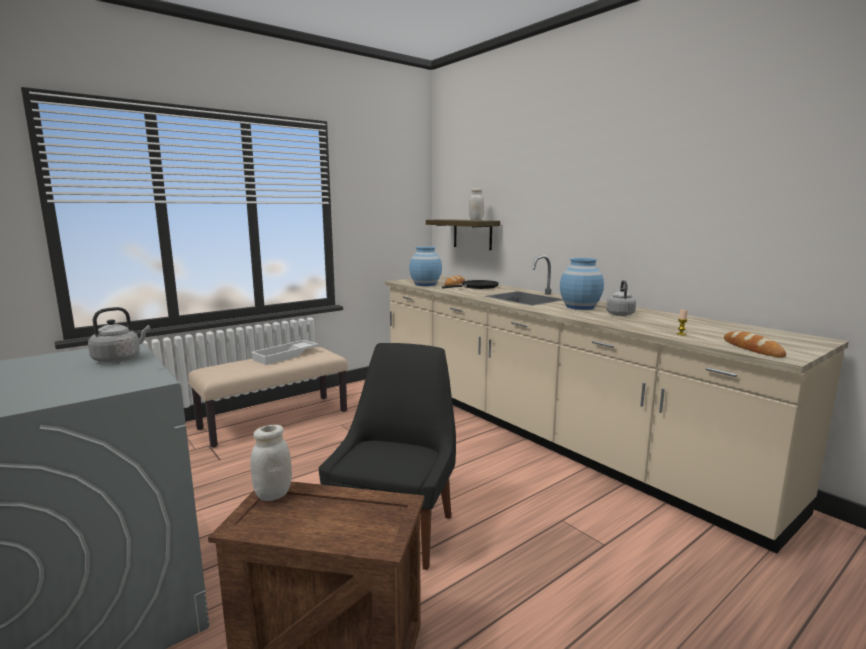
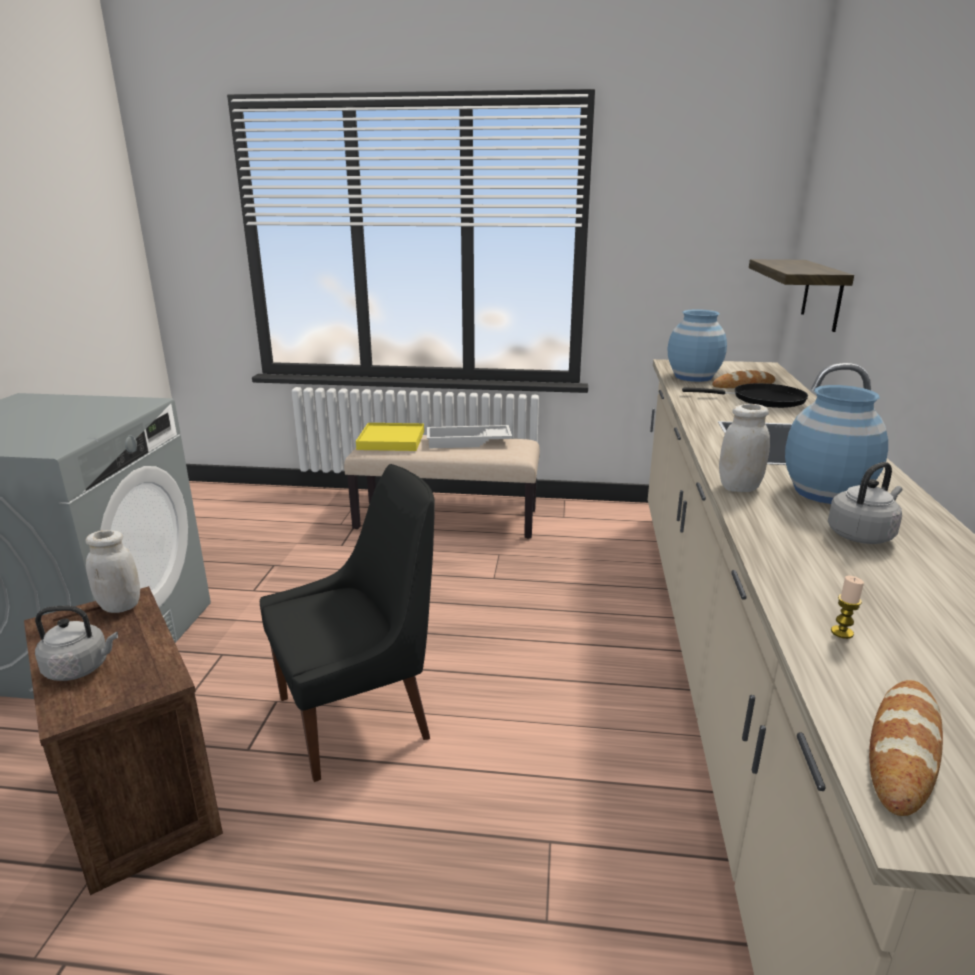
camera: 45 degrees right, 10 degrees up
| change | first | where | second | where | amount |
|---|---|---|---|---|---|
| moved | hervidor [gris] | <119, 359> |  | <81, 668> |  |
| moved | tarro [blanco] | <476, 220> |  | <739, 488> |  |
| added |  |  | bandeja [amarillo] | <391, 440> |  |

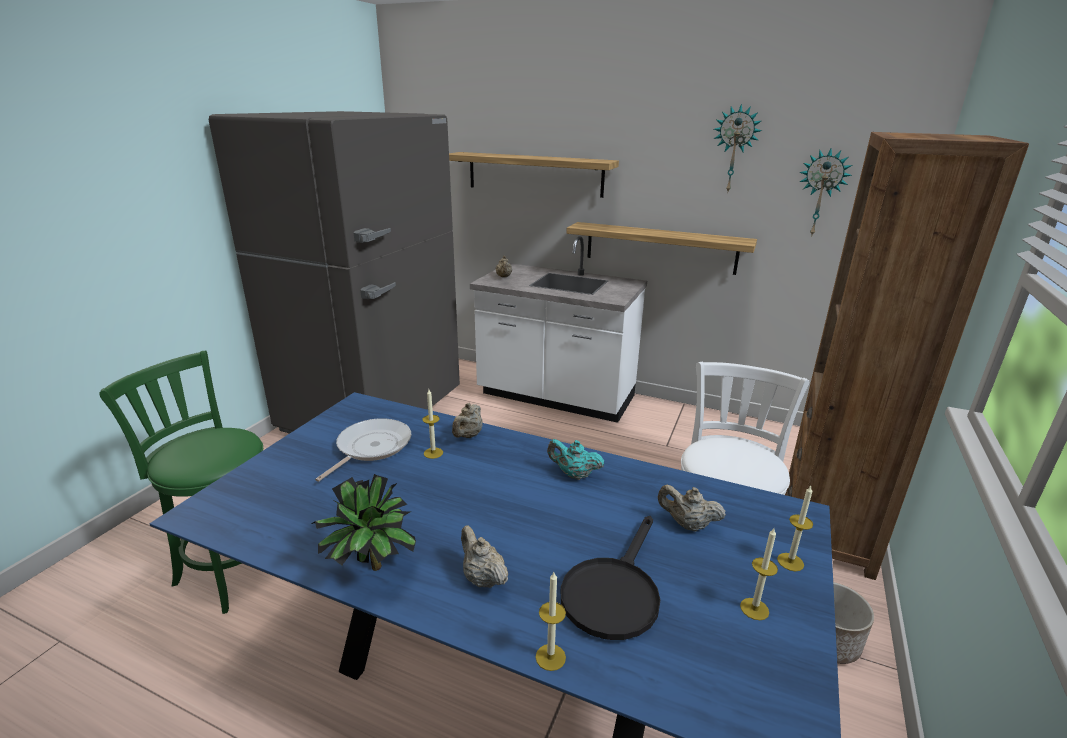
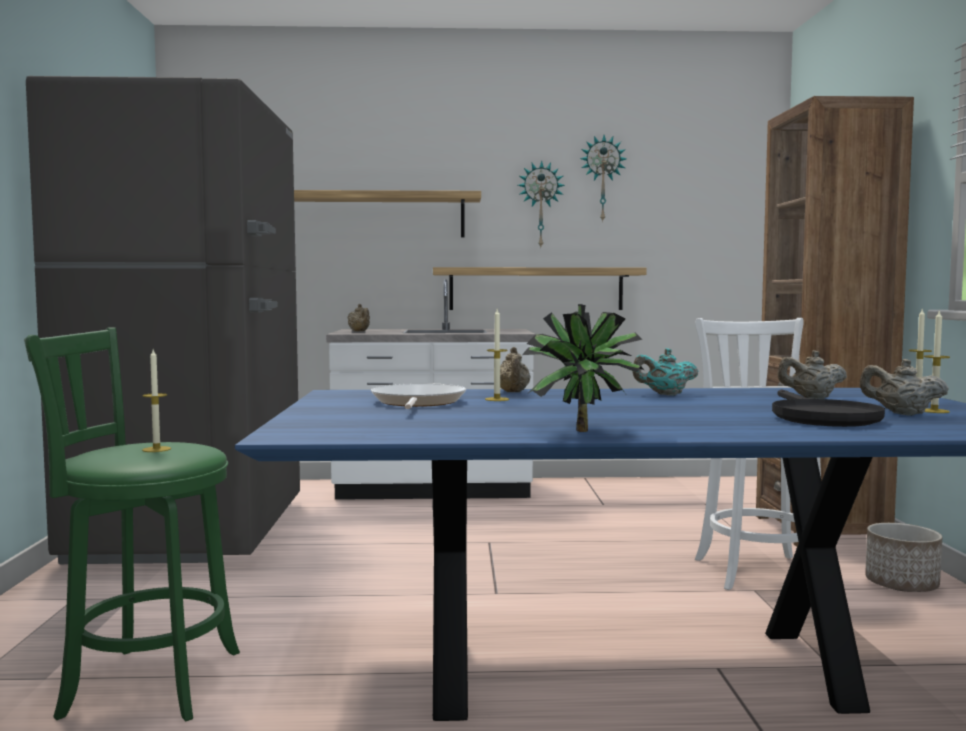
camera: 25 degrees left, 20 degrees down
| change | first | where | second | where | amount |
|---|---|---|---|---|---|
| moved | tetera [beis] | <482, 578> |  | <901, 414> |  |
| moved | vela | <550, 657> |  | <156, 449> |  |
| moved | reloj de pared | <820, 193> |  | <540, 205> |  |

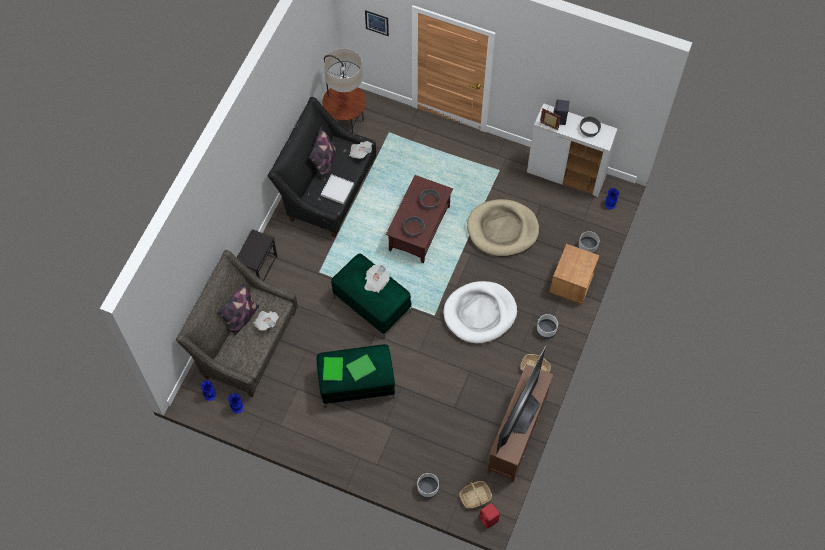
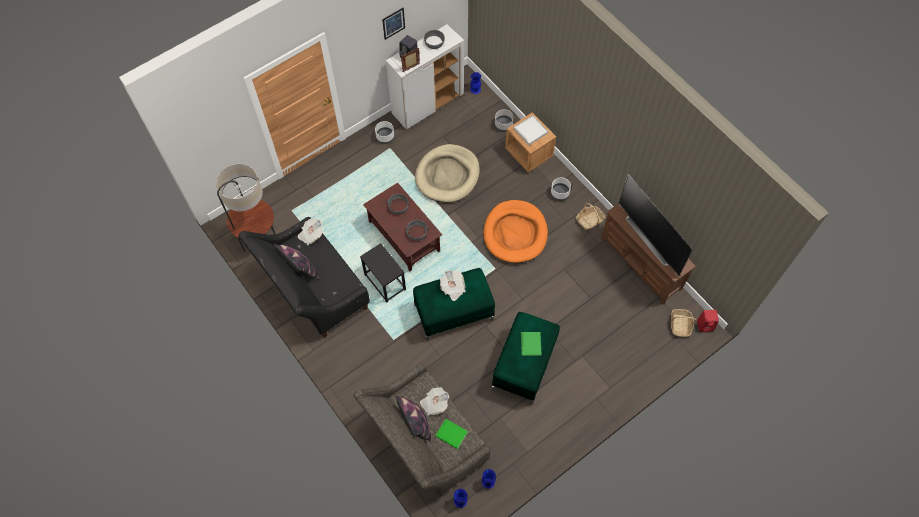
camera: 60 degrees left, 0 degrees up
| change | first | where | second | where | amount |
|---|---|---|---|---|---|
| moved | mesa auxiliar [negro] | <258, 267> |  | <384, 282> |  |
| moved | bandeja [blanco] | <337, 190> |  | <530, 131> |  |
| moved | libro [verde] | <332, 370> |  | <451, 435> |  |
| moved | cuadro | <377, 23> |  | <393, 23> |  |
| moved | maceta [blanco] | <427, 488> |  | <385, 137> |  |
| recoloured | cama para perro [blanco] | <480, 313> | cama para perro [naranja] | <515, 233> |  |

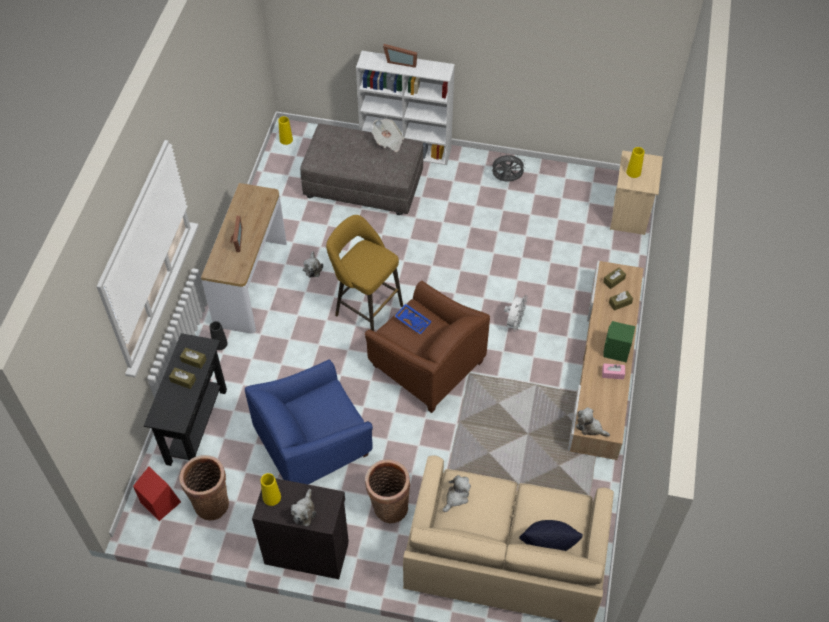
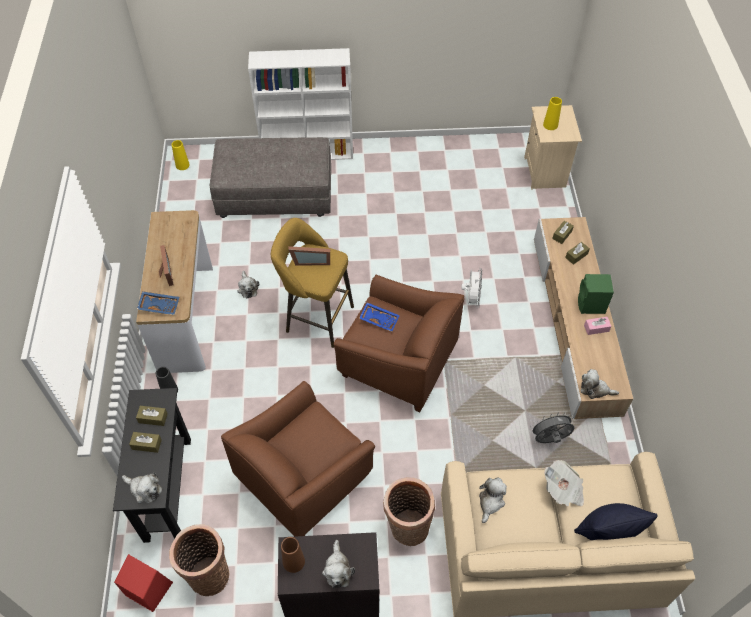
camera: 15 degrees left, 0 degrees up
| change | first | where | second | where | amount |
|---|---|---|---|---|---|
| recoloured | sillón [azul] | <313, 444> | sillón [marrón] | <304, 478> |  |
| recoloured | florero [amarillo] | <271, 497> | florero [marrón] | <293, 561> |  |
| moved | periódico | <388, 141> |  | <563, 490> |  |
| moved | portarretratos | <401, 61> |  | <311, 260> |  |
| moved | ventilador [gris] | <506, 180> |  | <549, 440> |  |
| added |  |  | peluche | <144, 489> |  |
| added |  |  | bandeja [azul] | <159, 305> |  |

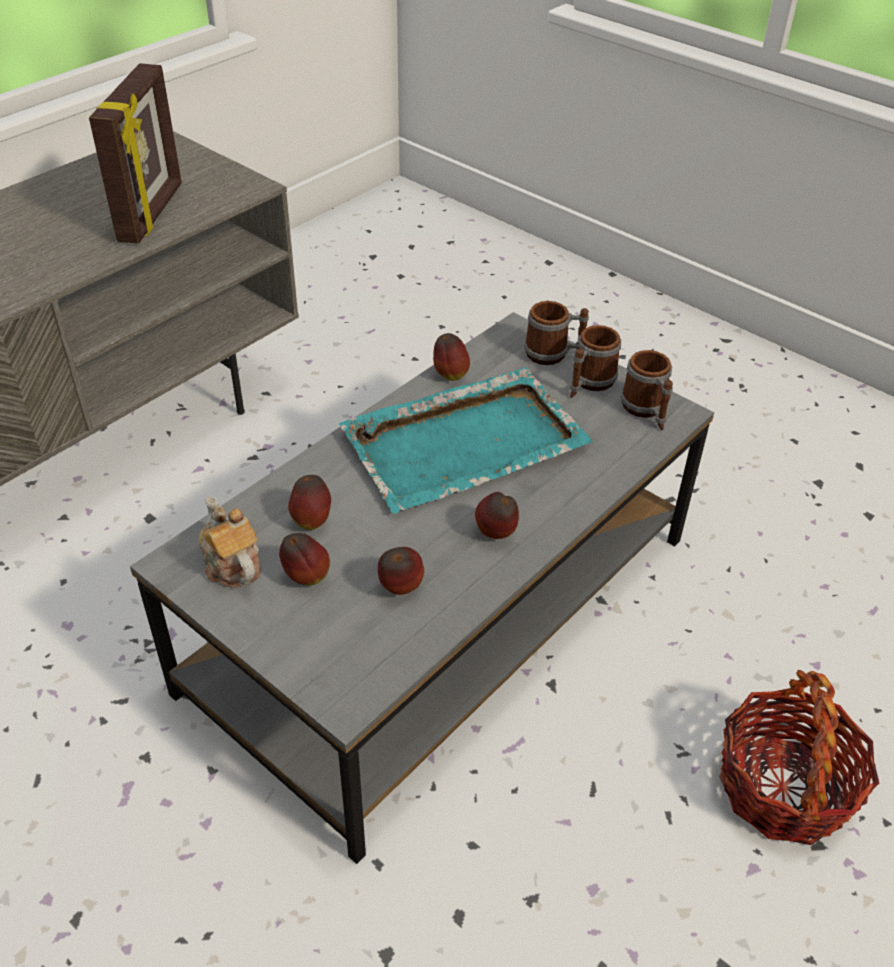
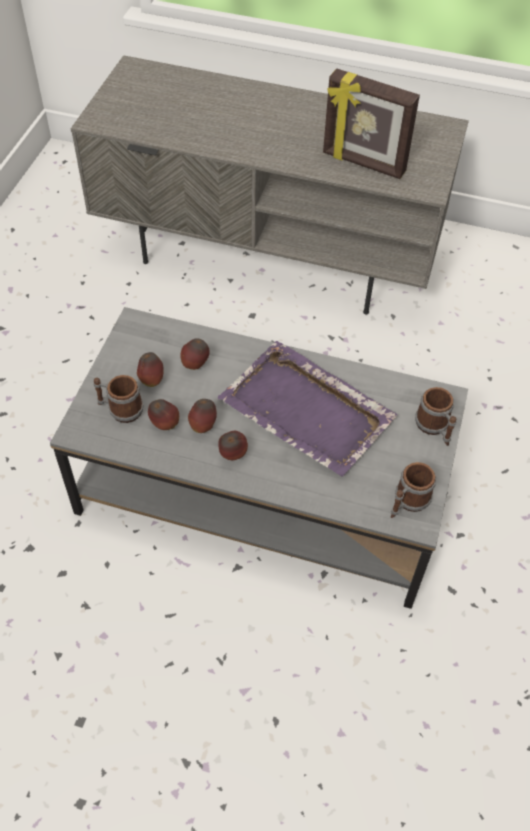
camera: 65 degrees right, 10 degrees up
| change | first | where | second | where | amount |
|---|---|---|---|---|---|
| turned | portarretratos | <153, 213> |  | <363, 163> | 45 degrees clockwise |
| removed | tetera | <231, 564> |  |  |  |
| recoloured | bandeja [turquesa] | <467, 442> | bandeja [morado] | <307, 411> |  |
| moved | manzana | <450, 375> |  | <203, 426> |  |
| moved | taza grande | <589, 383> |  | <120, 409> |  |
| removed | cesta | <783, 787> |  |  |  |

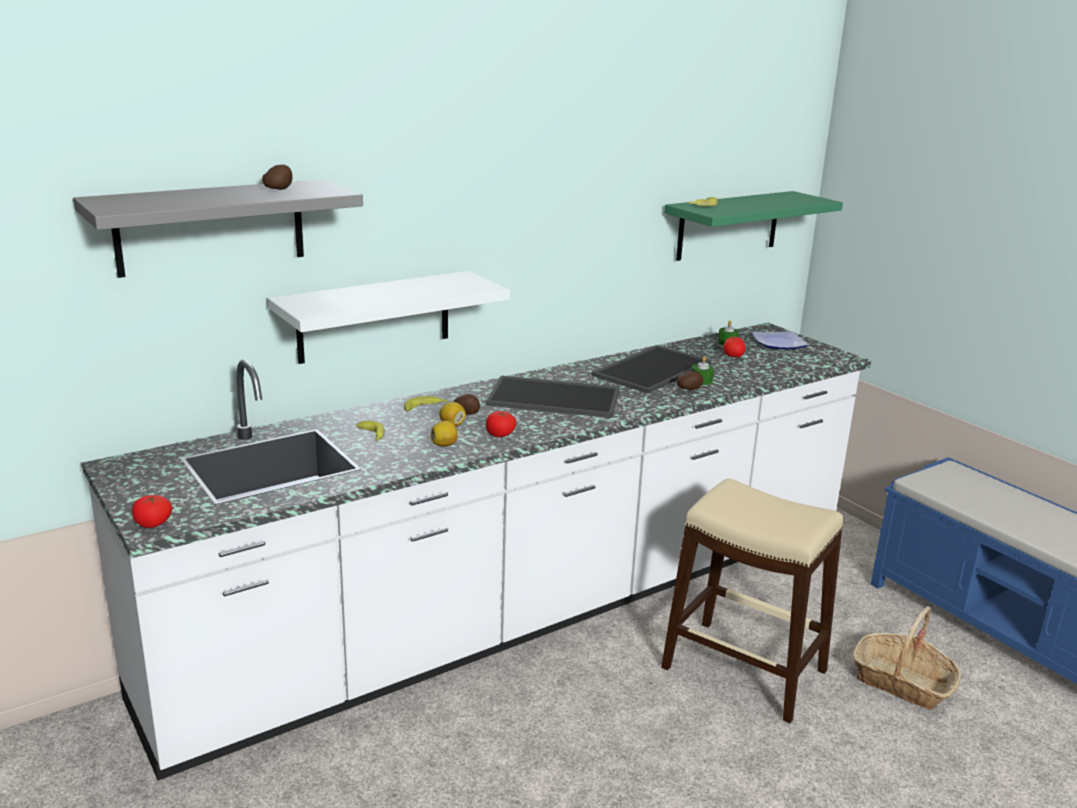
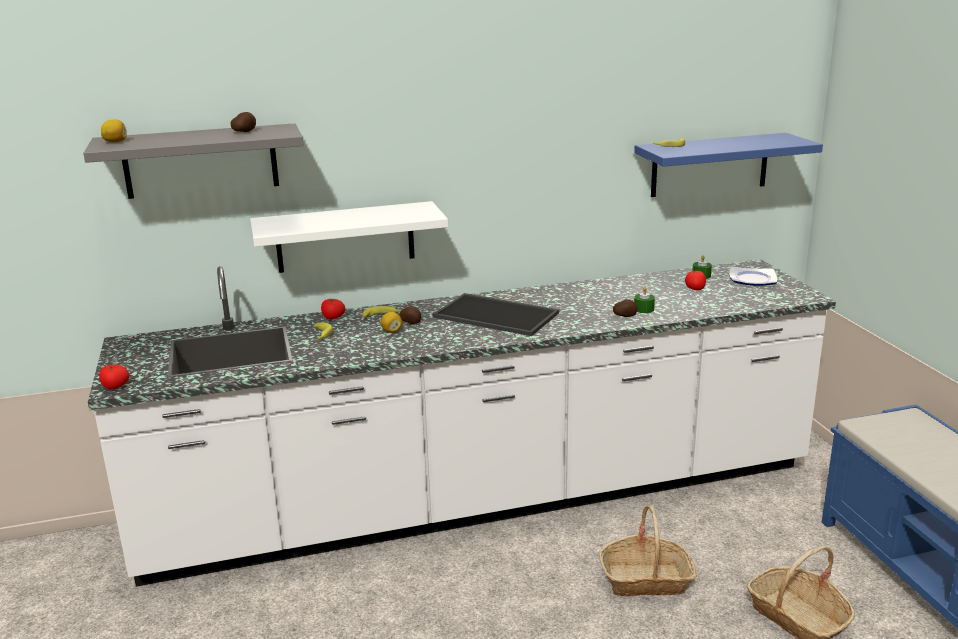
camera: 20 degrees right, 0 degrees up
| change | first | where | second | where | amount |
|---|---|---|---|---|---|
| moved | limón | <444, 445> |  | <115, 142> |  |
| moved | tomate | <500, 435> |  | <333, 318> |  |
| removed | bandeja | <651, 369> |  |  |  |
| replaced | taburete [beis] | <744, 669> | cesta | <646, 579> |  |
| recoloured | estante [verde] | <728, 225> | estante [azul] | <709, 165> |  |

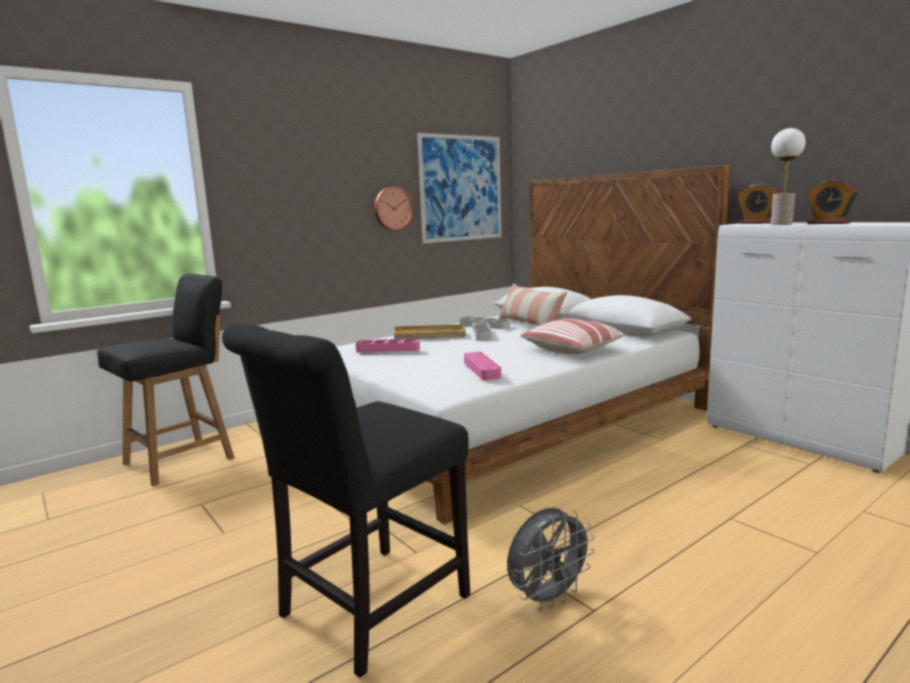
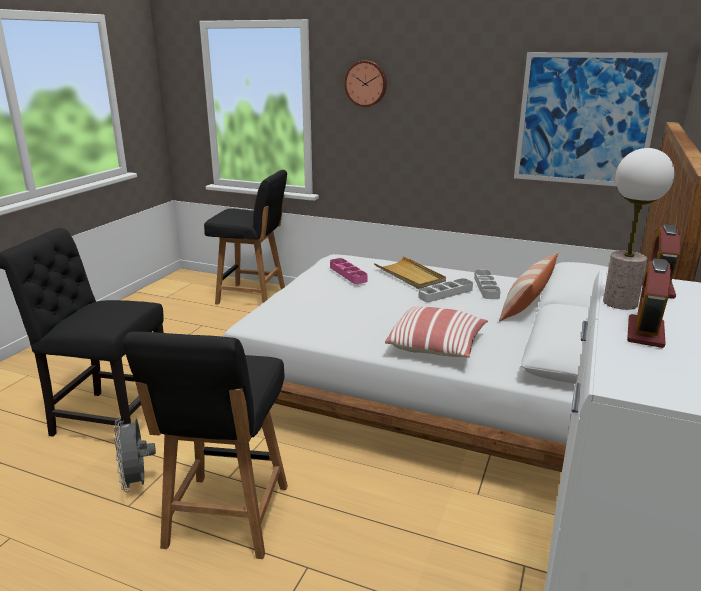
camera: 60 degrees right, 10 degrees up
| change | first | where | second | where | amount |
|---|---|---|---|---|---|
| moved | reloj de pared | <392, 208> |  | <366, 83> |  |
| removed | bandeja [rosa] | <481, 369> |  |  |  |
| turned | ventilador [gris] | <548, 598> |  | <137, 482> | 45 degrees clockwise |
| added |  |  | silla [negro] | <226, 518> |  |

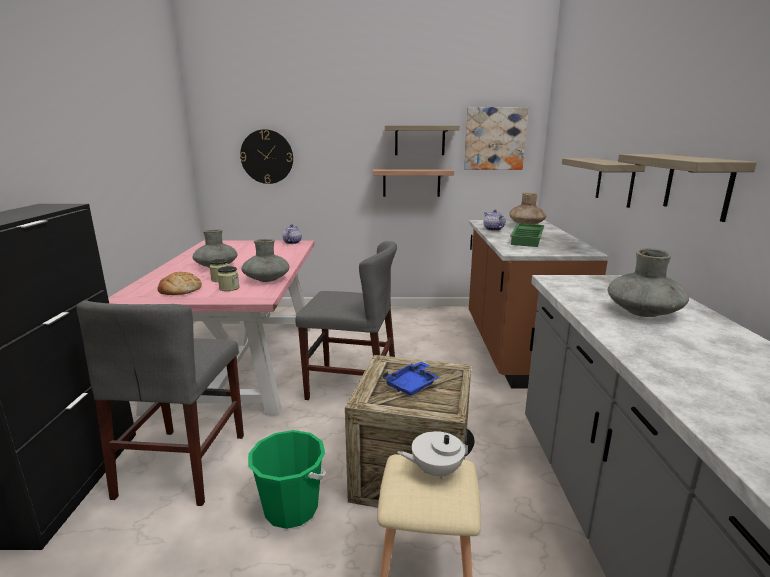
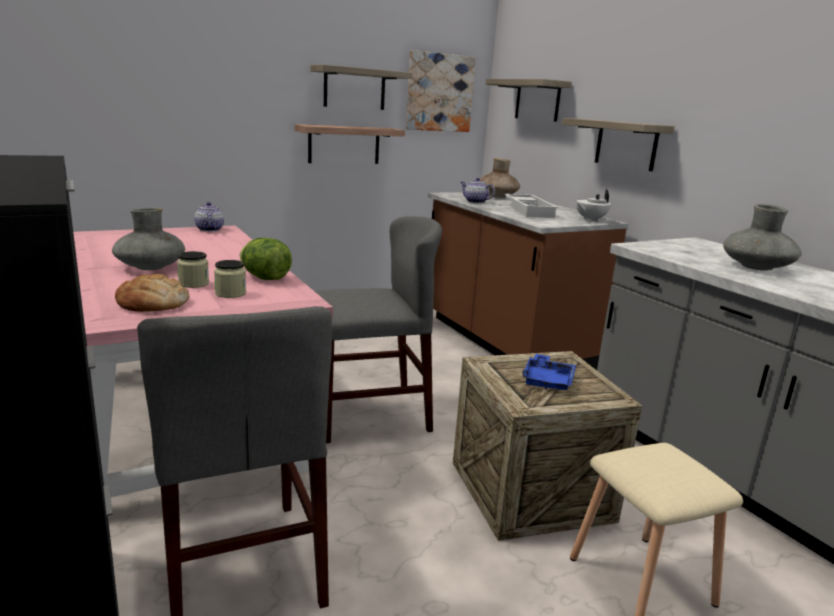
camera: 30 degrees left, 0 degrees up
| change | first | where | second | where | amount |
|---|---|---|---|---|---|
| removed | reloj de pared | <267, 157> |  |  |  |
| replaced | florero [gris] | <266, 279> | lechuga | <265, 278> |  |
| removed | cubo [verde] | <291, 508> |  |  |  |
| moved | tetera [blanco] | <436, 470> |  | <590, 220> |  |
| recoloured | bandeja [verde] | <528, 239> | bandeja [blanco] | <530, 210> |  |
| moved | estante | <697, 185> |  | <537, 100> |  |

